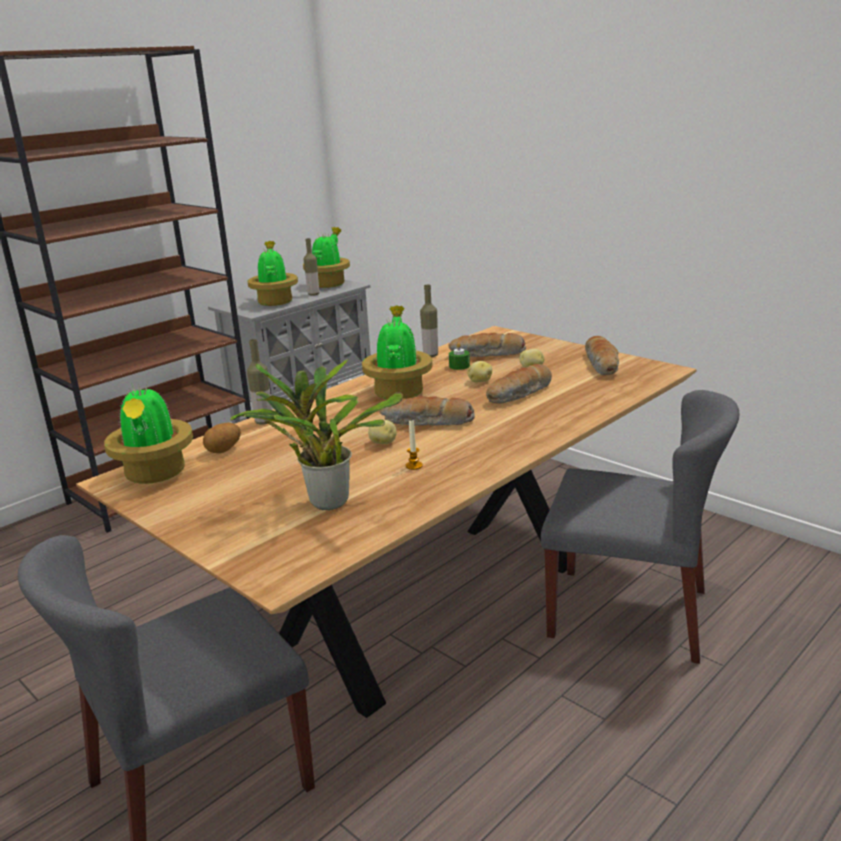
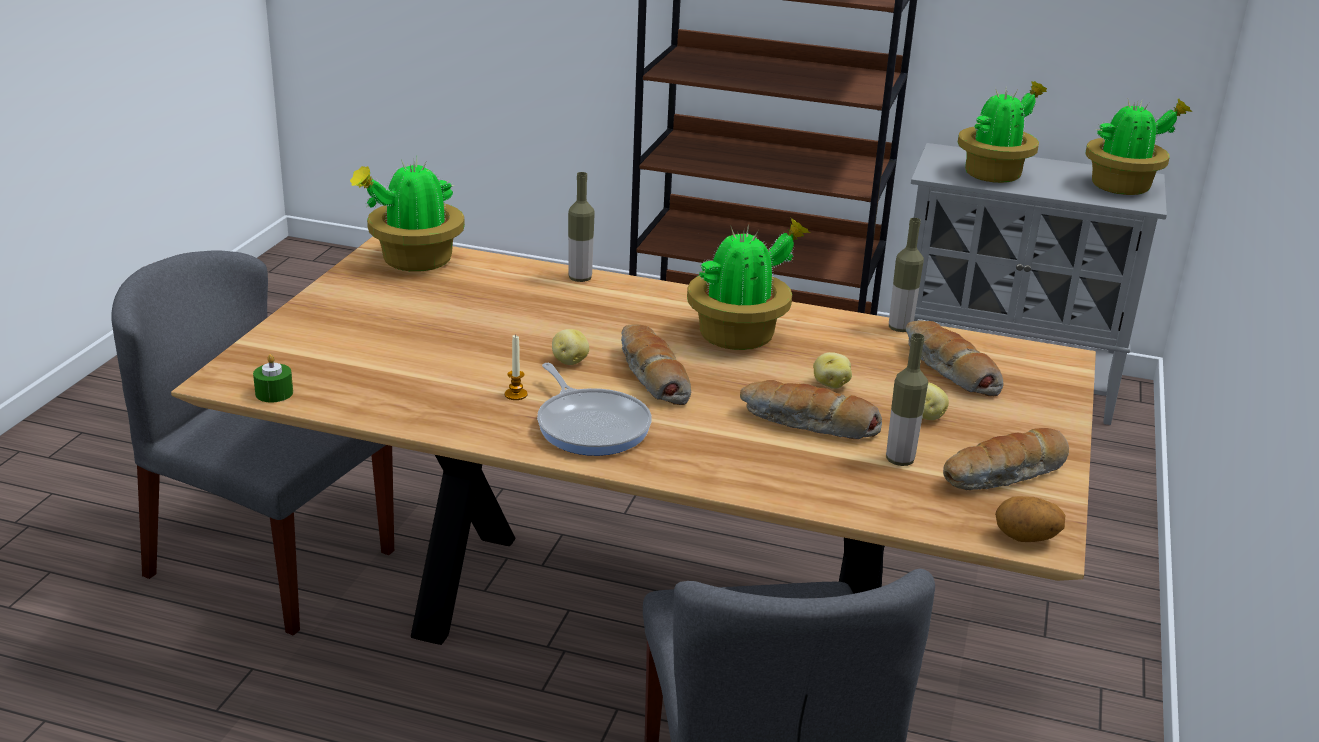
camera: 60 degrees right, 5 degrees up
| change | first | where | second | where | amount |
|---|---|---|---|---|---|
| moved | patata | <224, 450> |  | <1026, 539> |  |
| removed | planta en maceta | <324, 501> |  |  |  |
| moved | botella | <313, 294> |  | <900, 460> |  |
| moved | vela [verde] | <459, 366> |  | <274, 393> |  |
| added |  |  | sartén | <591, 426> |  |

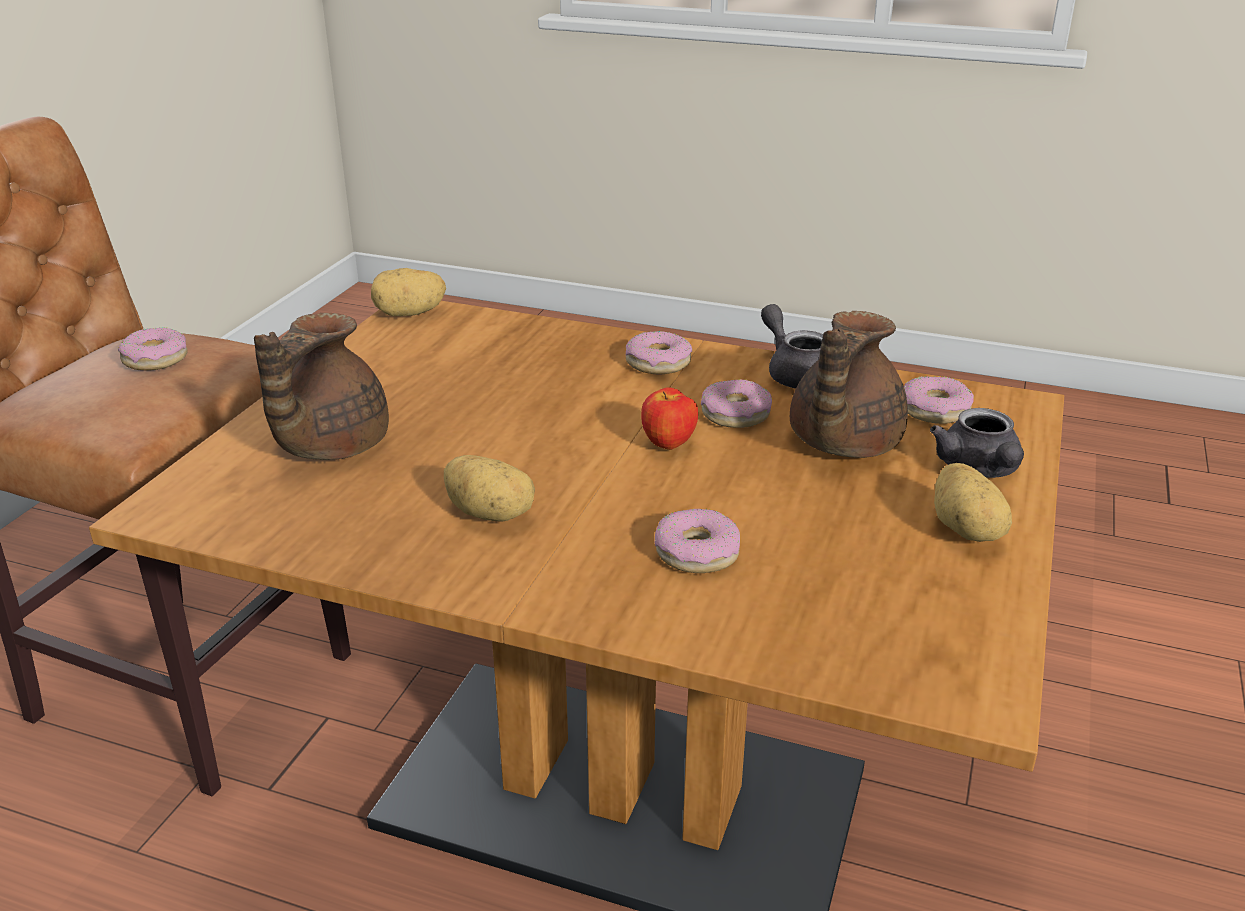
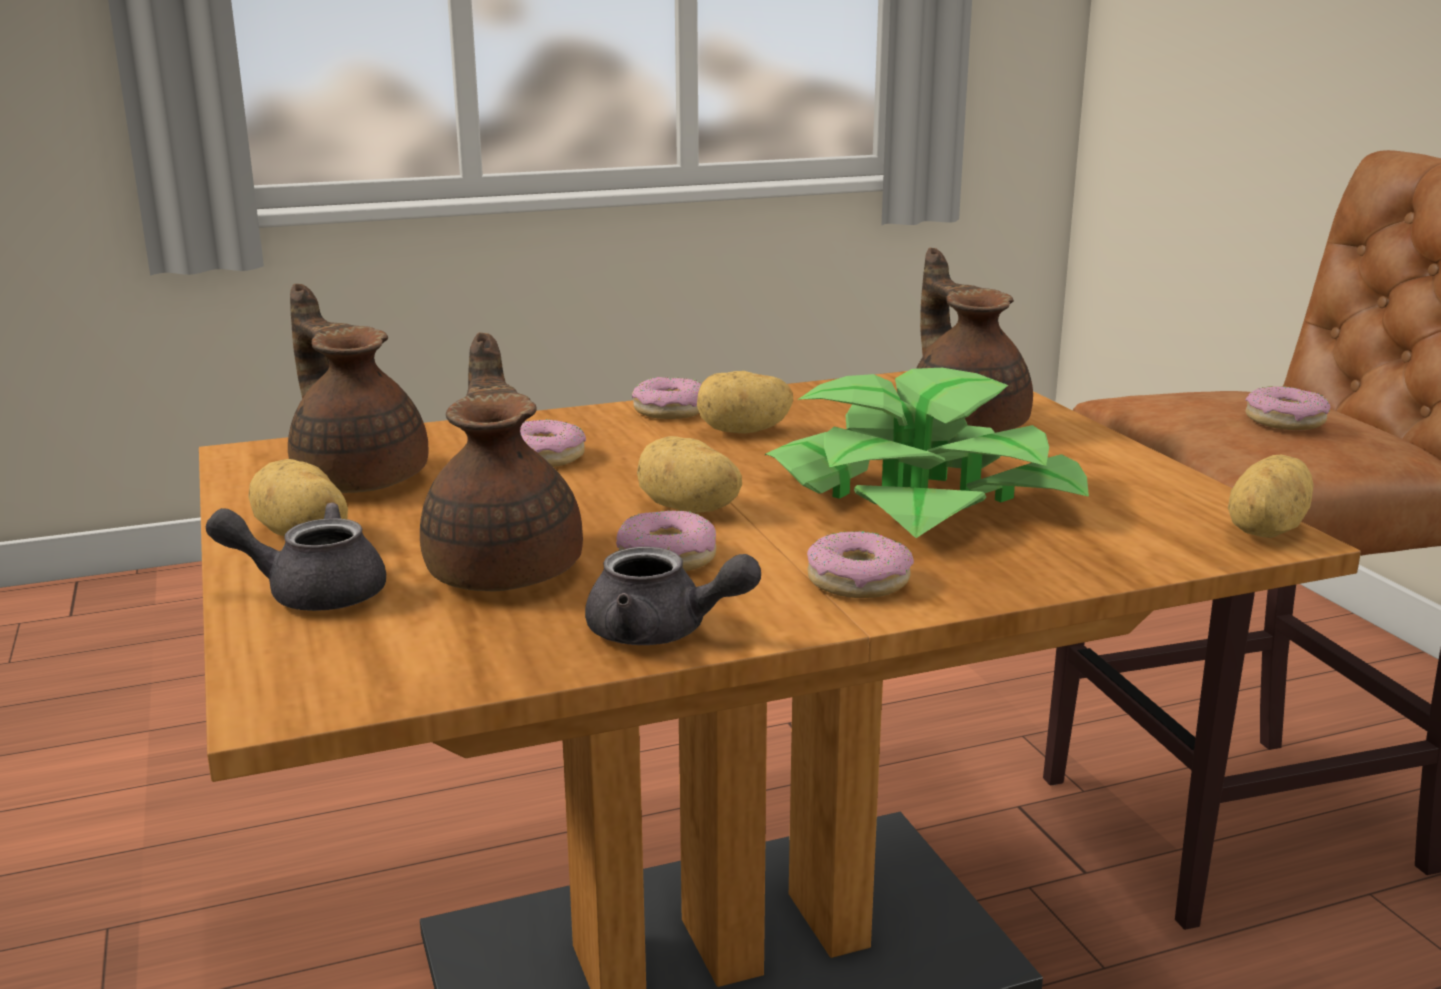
camera: 140 degrees right, 10 degrees down
| change | first | where | second | where | amount |
|---|---|---|---|---|---|
| replaced | manzana | <668, 445> | patata | <688, 509> |  |
| moved | rosquilla | <934, 410> |  | <670, 410> |  |
| turned | tetera [gris] | <979, 470> |  | <312, 592> | 45 degrees counterclockwise |
| added |  |  | tetera [marrón] | <359, 478> |  |
| added |  |  | planta en maceta | <921, 499> |  |

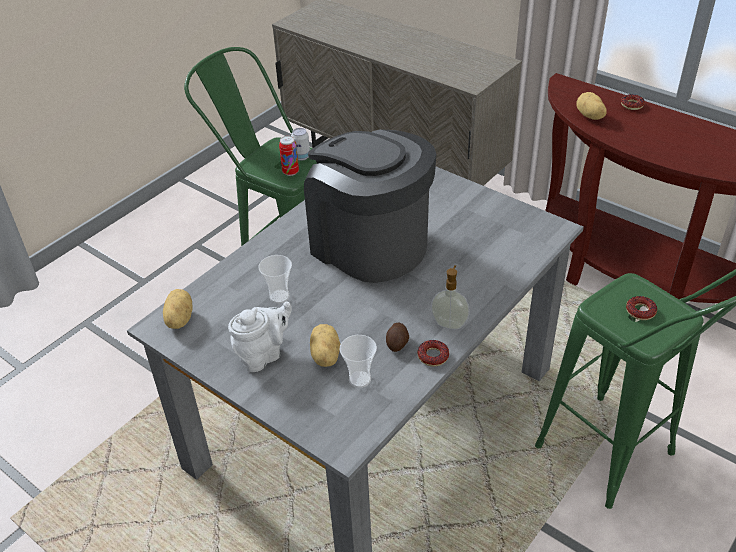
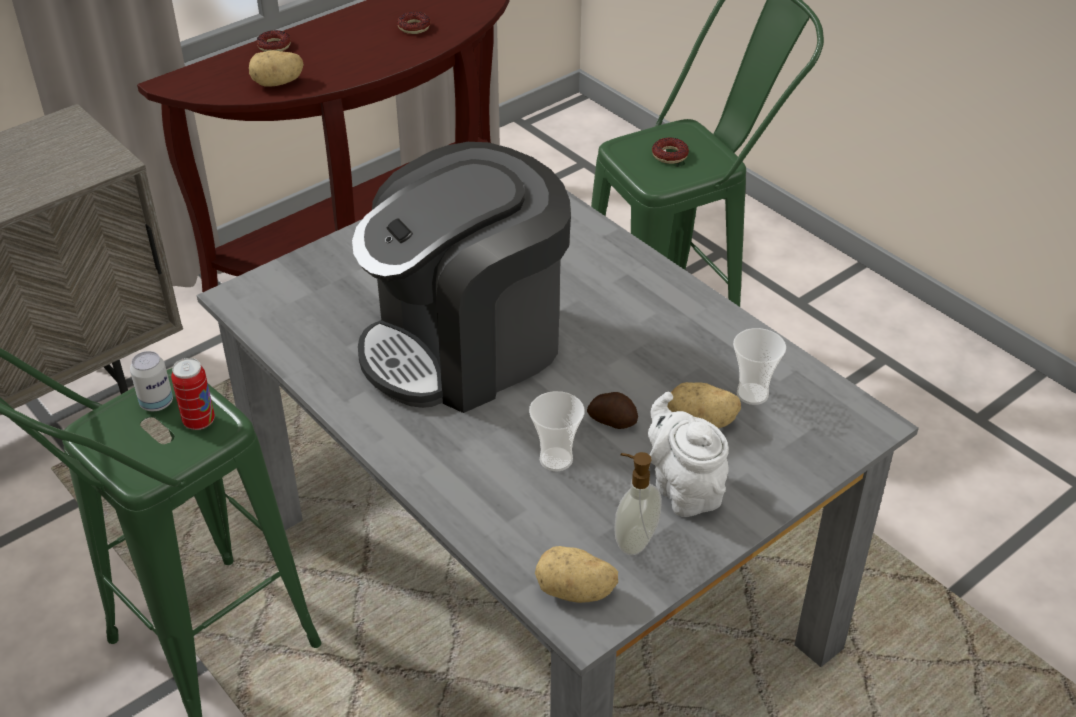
camera: 80 degrees left, 0 degrees up
| change | first | where | second | where | amount |
|---|---|---|---|---|---|
| moved | patata | <397, 343> |  | <612, 420> |  |
| moved | rosquilla | <433, 356> |  | <414, 27> |  |
| moved | dispensador de jabón | <449, 323> |  | <634, 540> |  |

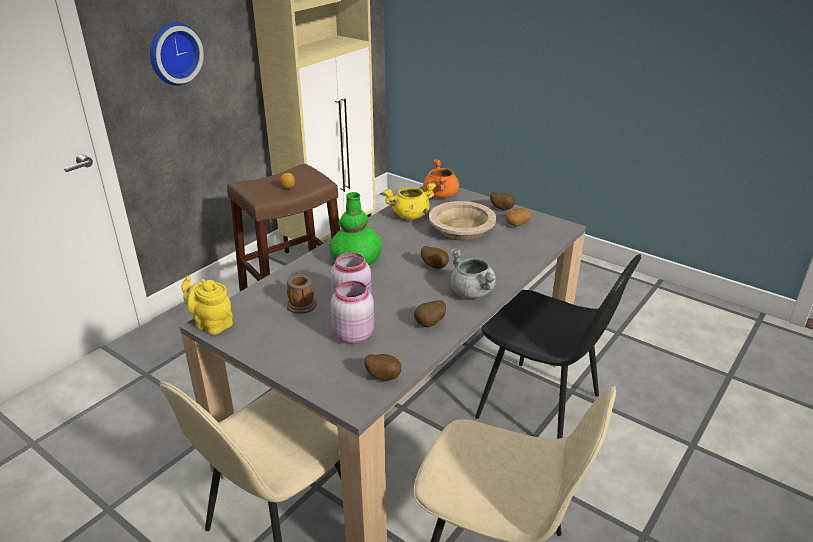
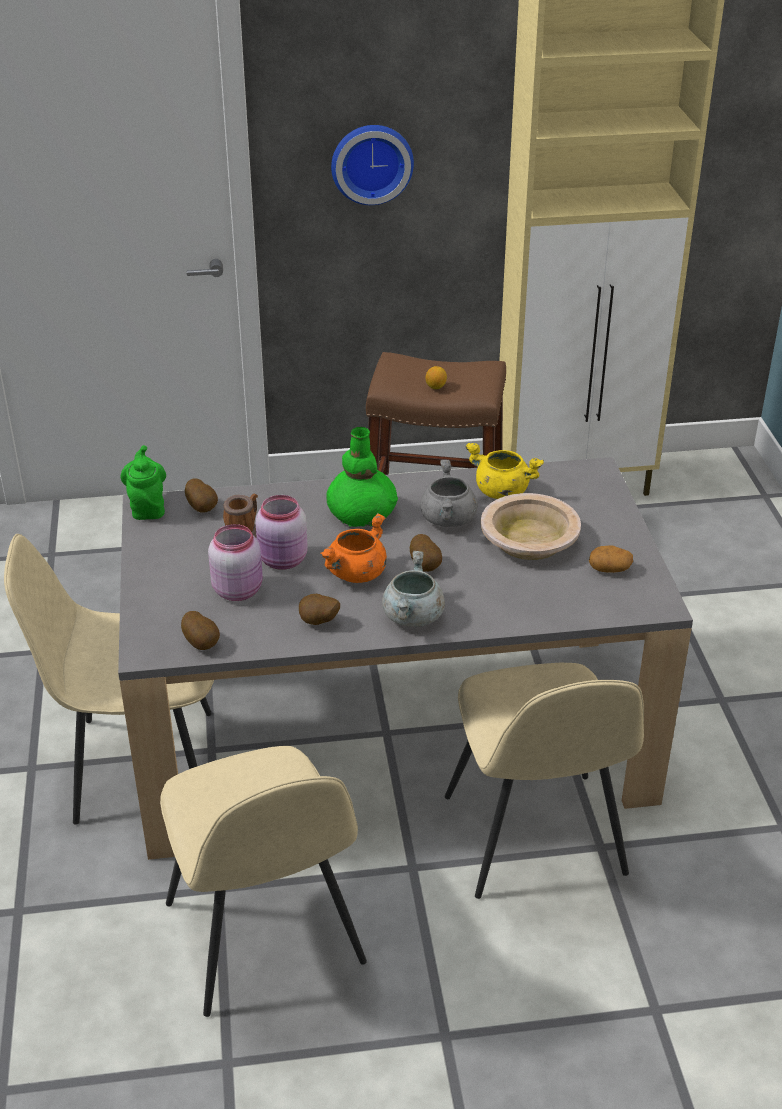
camera: 45 degrees right, 5 degrees up
| change | first | where | second | where | amount |
|---|---|---|---|---|---|
| recoloured | tetera [amarillo] | <211, 324> | tetera [verde] | <147, 507> |  |
| moved | olla [naranja] | <441, 195> |  | <356, 574> |  |
| recoloured | silla [negro] | <541, 408> | silla [beis] | <535, 839> |  |
| moved | patata | <501, 209> |  | <203, 508> |  |
| added |  |  | olla [gris] | <448, 519> |  |

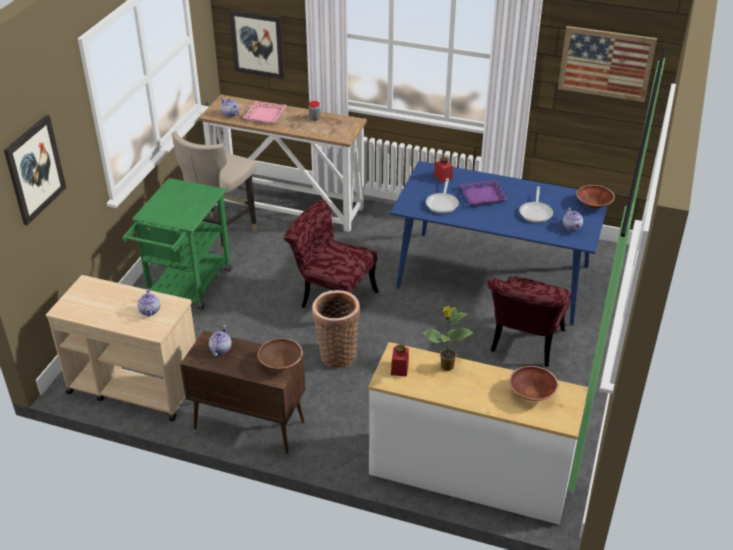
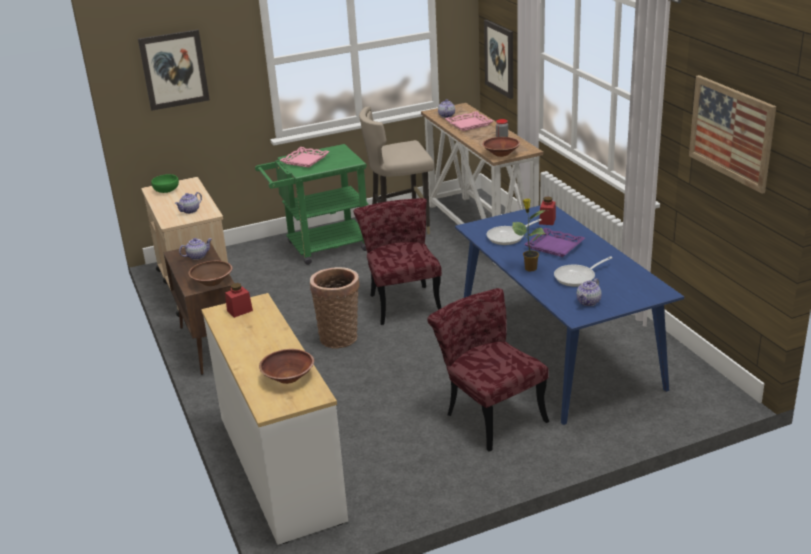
camera: 50 degrees right, 10 degrees down
| change | first | where | second | where | amount |
|---|---|---|---|---|---|
| moved | planta en maceta | <446, 366> |  | <529, 268> |  |
| turned | silla [rojo] | <524, 346> |  | <489, 413> | 75 degrees clockwise |
| moved | cuenco [marrón] | <594, 204> |  | <501, 154> |  |
| added |  |  | cuenco [verde] | <166, 190> |  |
| added |  |  | bandeja [rosa] | <305, 160> |  |

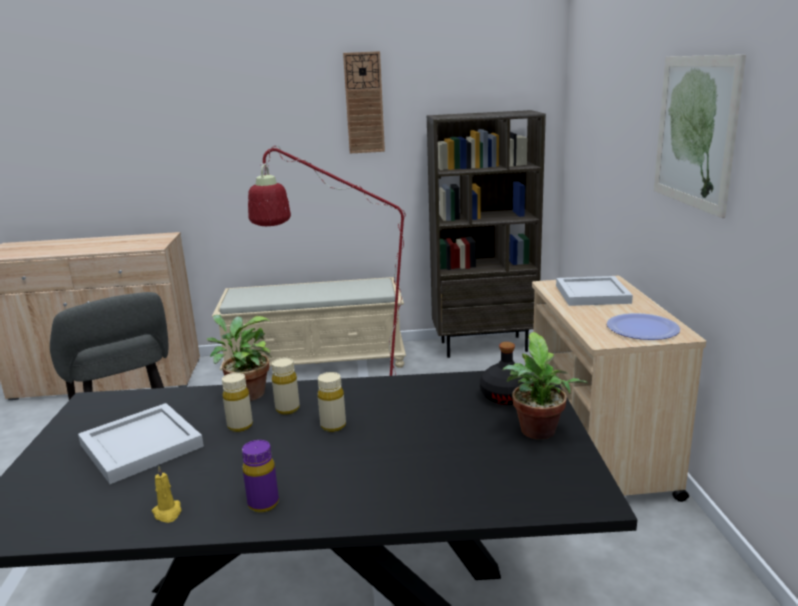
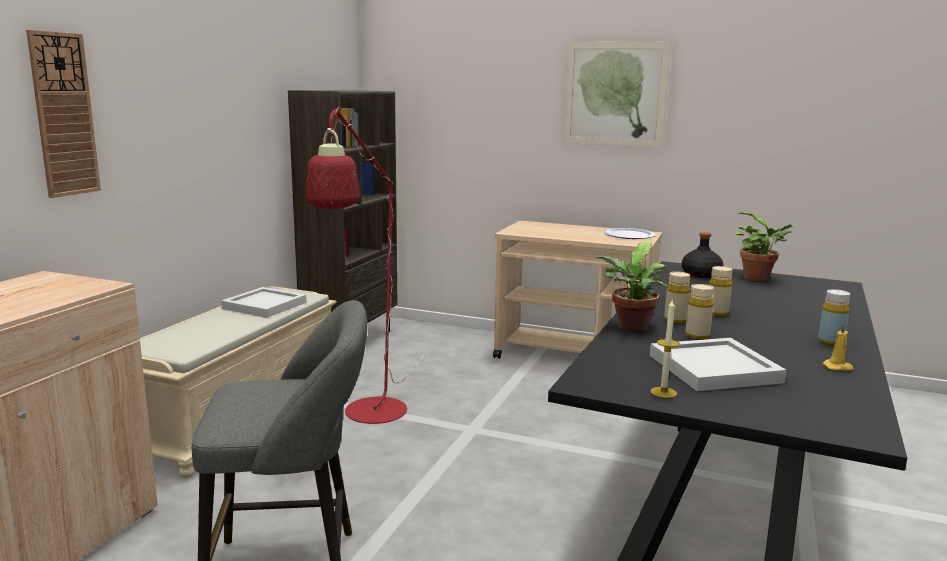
camera: 65 degrees left, 5 degrees down
| change | first | where | second | where | amount |
|---|---|---|---|---|---|
| recoloured | botella [morado] | <263, 504> | botella [amarillo] | <831, 342> |  |
| moved | reloj de pared | <364, 103> |  | <64, 115> |  |
| moved | bandeja [blanco] | <591, 294> |  | <264, 306> |  |
| added |  |  | vela | <663, 392> |  |

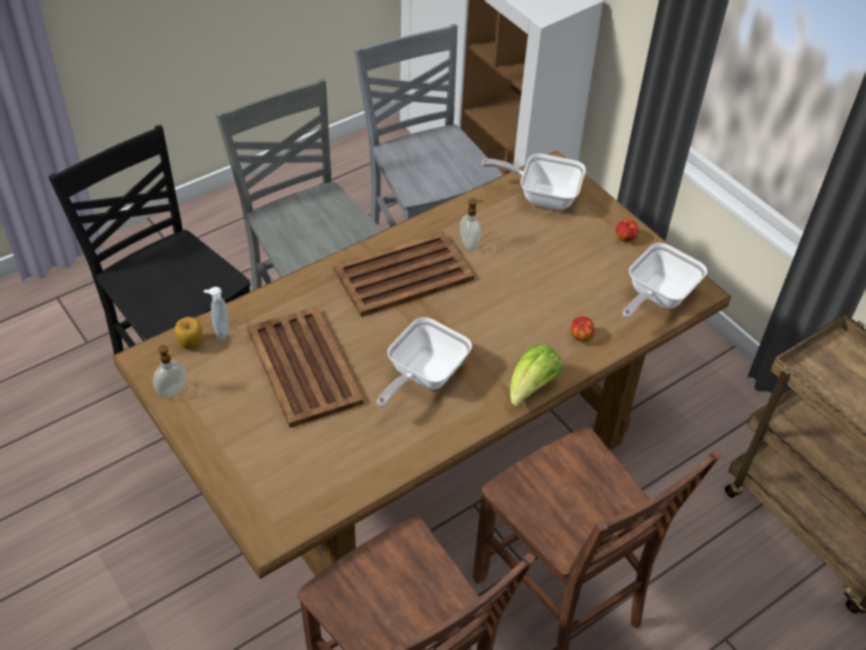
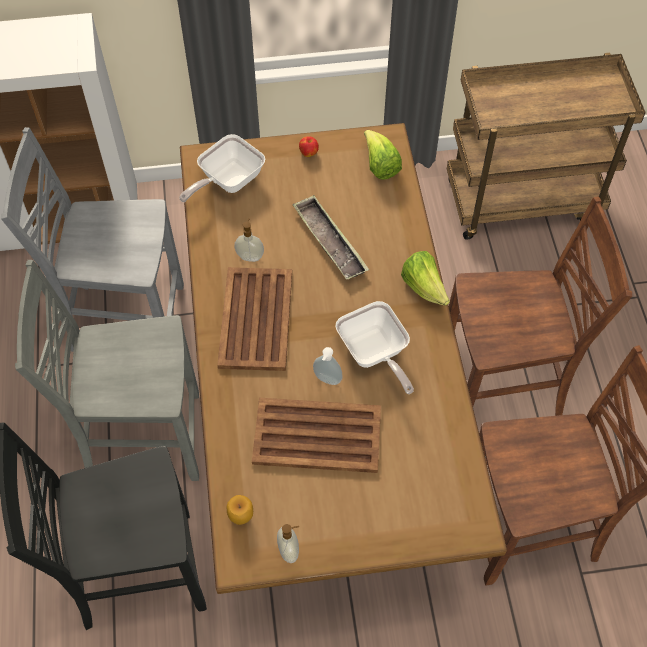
camera: 60 degrees left, 10 degrees up
| change | first | where | second | where | amount |
|---|---|---|---|---|---|
| moved | dispensador de jabón | <220, 332> |  | <327, 380> |  |
| removed | manzana | <580, 337> |  |  |  |
| replaced | sartén | <656, 297> | lechuga | <380, 166> |  |
| added |  |  | bandeja | <329, 241> |  |

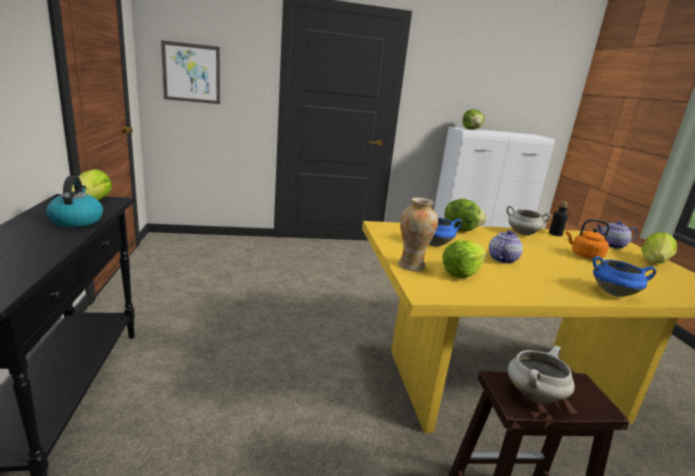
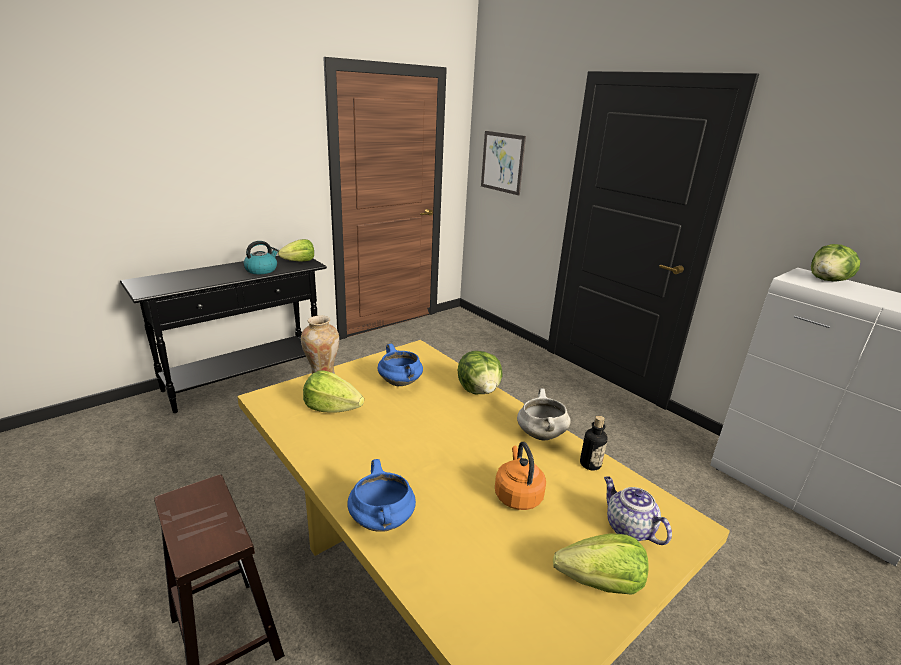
camera: 60 degrees right, 5 degrees up
| change | first | where | second | where | amount |
|---|---|---|---|---|---|
| removed | tetera | <502, 259> |  |  |  |
| removed | olla [blanco] | <534, 394> |  |  |  |

